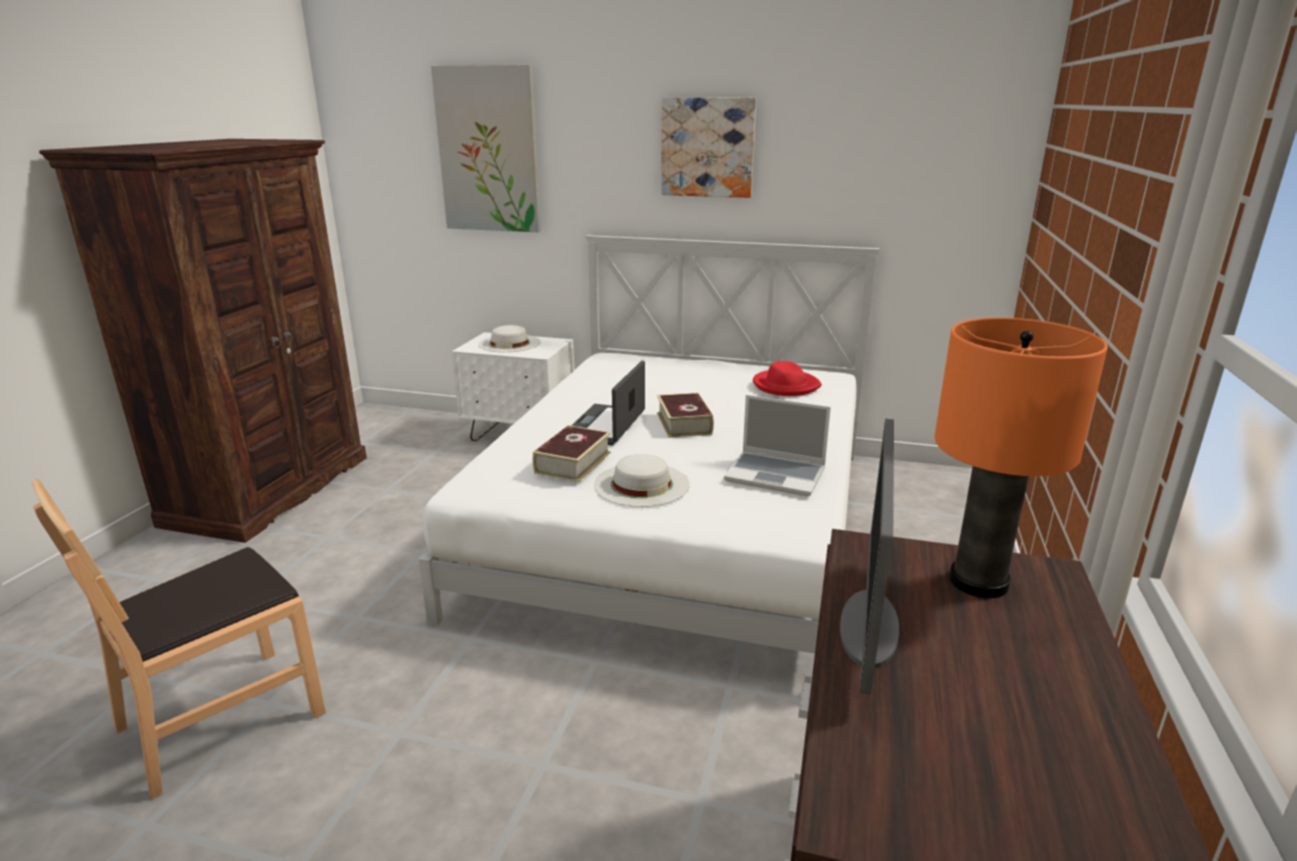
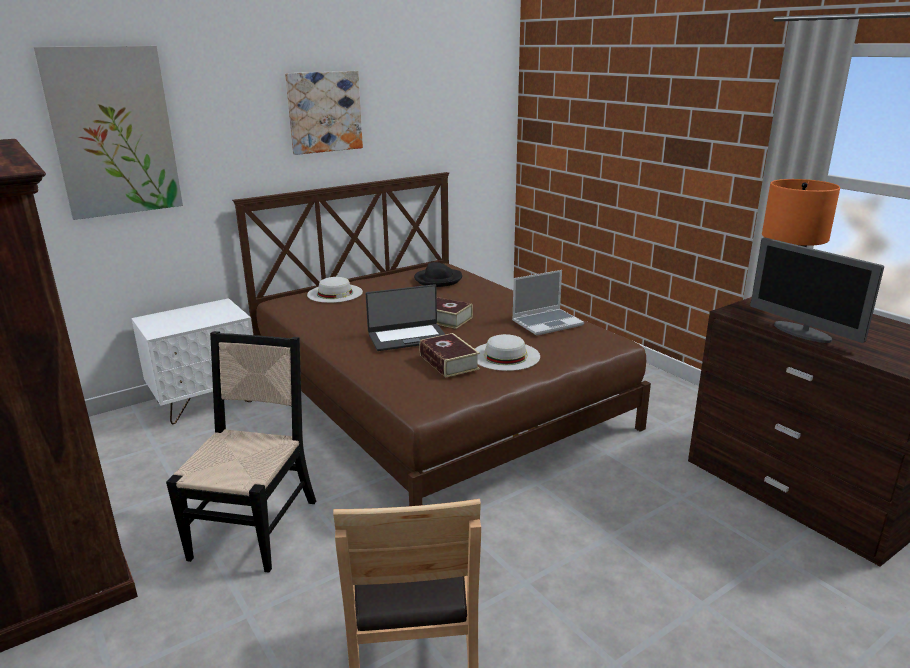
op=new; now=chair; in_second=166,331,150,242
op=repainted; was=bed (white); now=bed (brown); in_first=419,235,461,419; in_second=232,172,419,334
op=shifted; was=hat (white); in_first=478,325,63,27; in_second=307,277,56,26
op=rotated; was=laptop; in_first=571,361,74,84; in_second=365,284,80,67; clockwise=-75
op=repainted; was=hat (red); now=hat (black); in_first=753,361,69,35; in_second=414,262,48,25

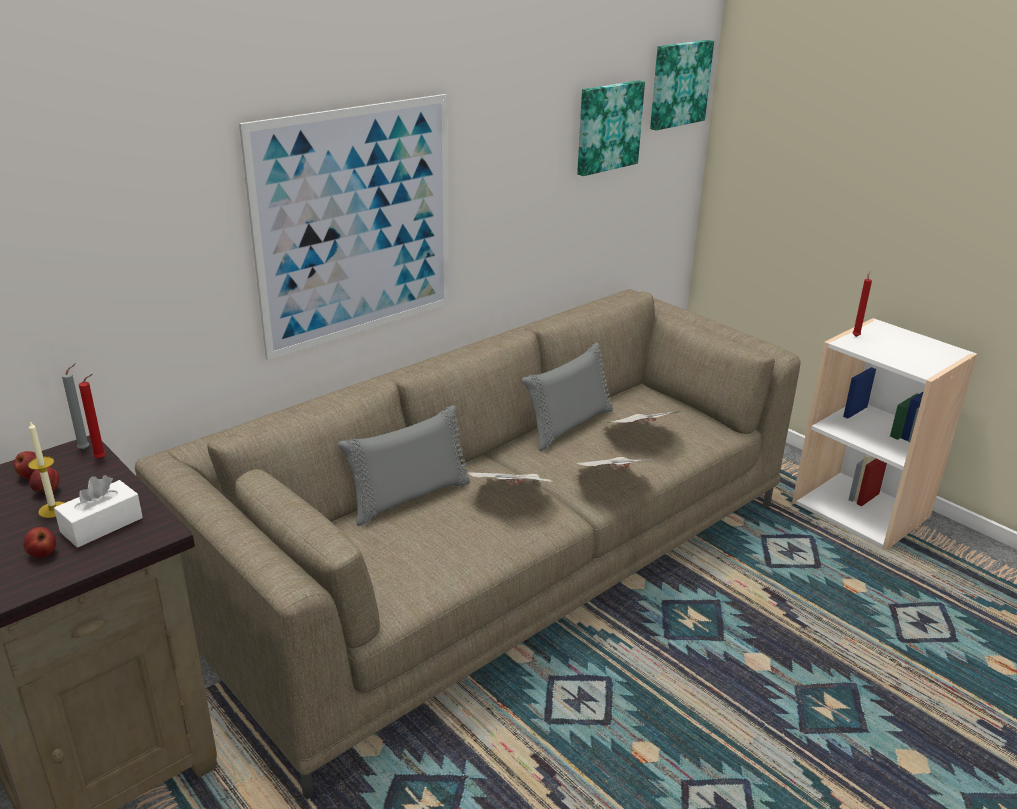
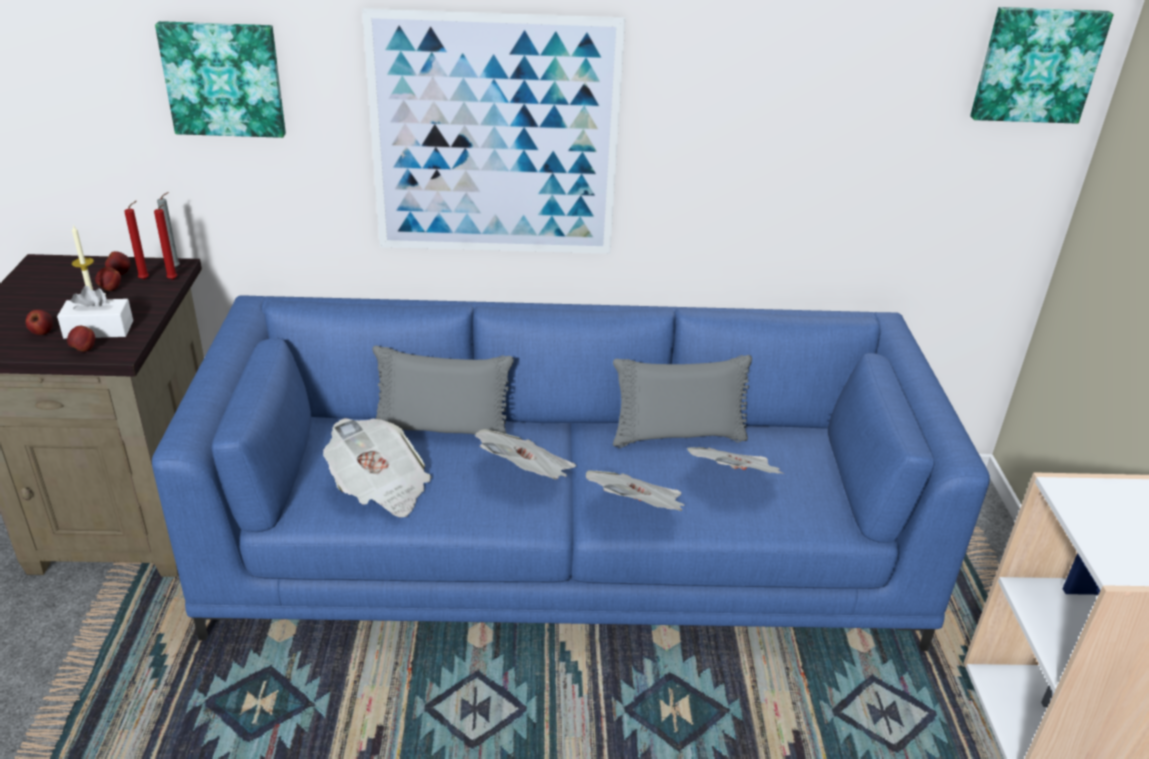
op=new; now=apple; in_second=67,326,28,26
op=shifted; was=candle (red); in_first=852,271,20,66; in_second=124,201,25,79
op=repainted; was=sofa (beige); now=sofa (blue); in_first=135,289,666,511; in_second=152,295,838,356
op=shifted; was=picture; in_first=577,80,68,96; in_second=155,21,131,117
op=new; now=newspaper; in_second=323,418,108,100

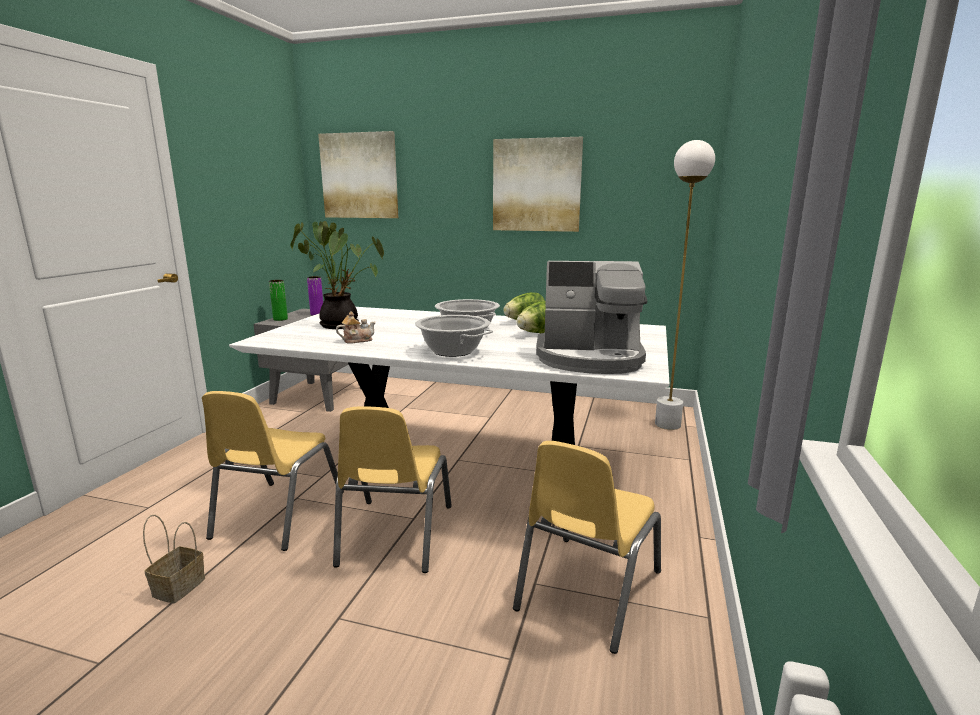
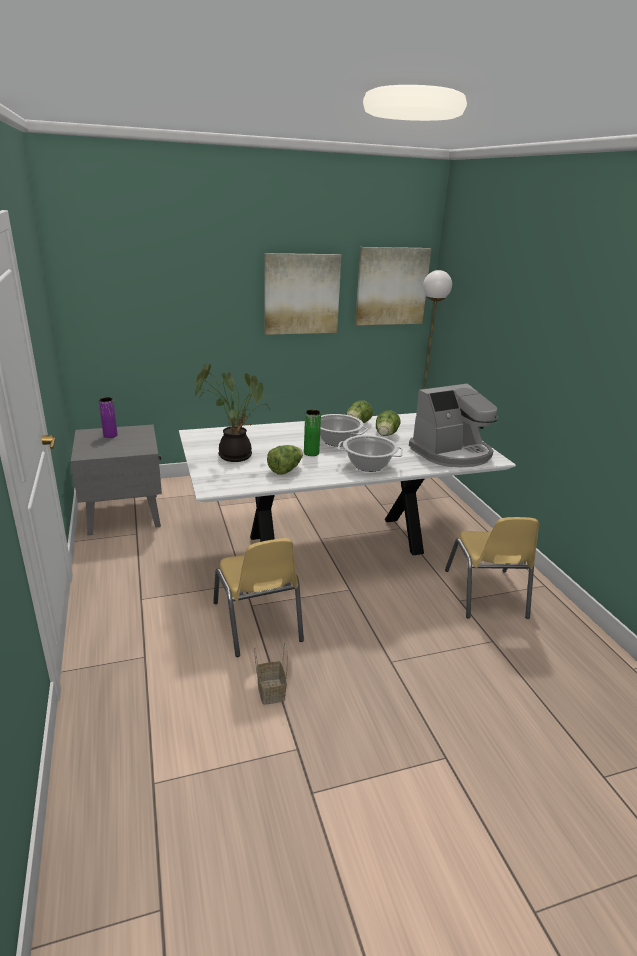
op=swapped; was=teapot; now=lettuce; in_first=336,311,40,33; in_second=267,445,36,30
op=shifted; was=vase (green); in_first=269,280,19,41; in_second=304,410,17,46
op=shifted; was=picture; in_first=318,131,80,87; in_second=355,247,76,78
op=gone; was=chair (yellow); in_first=333,406,119,167

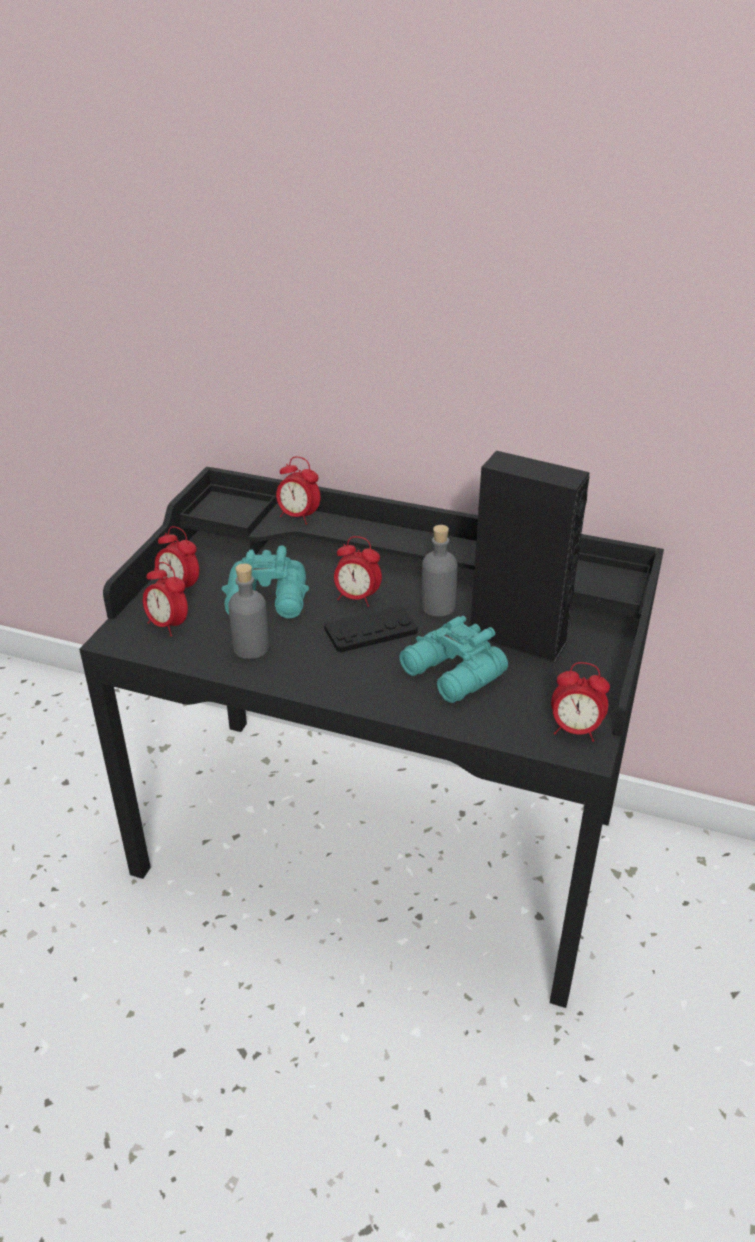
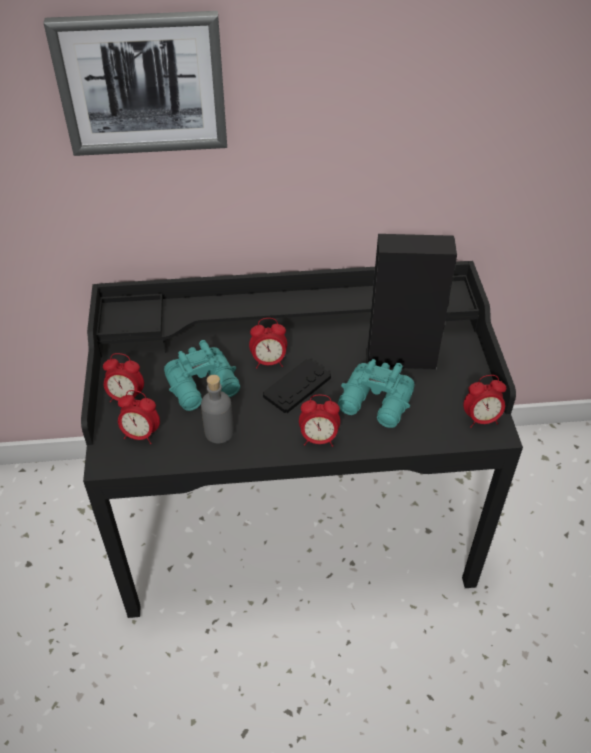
op=new; now=picture; in_second=43,11,184,145
op=shifted; was=alarm clock; in_first=276,456,44,69; in_second=299,394,41,53
op=gone; was=bottle (grey); in_first=421,525,36,92

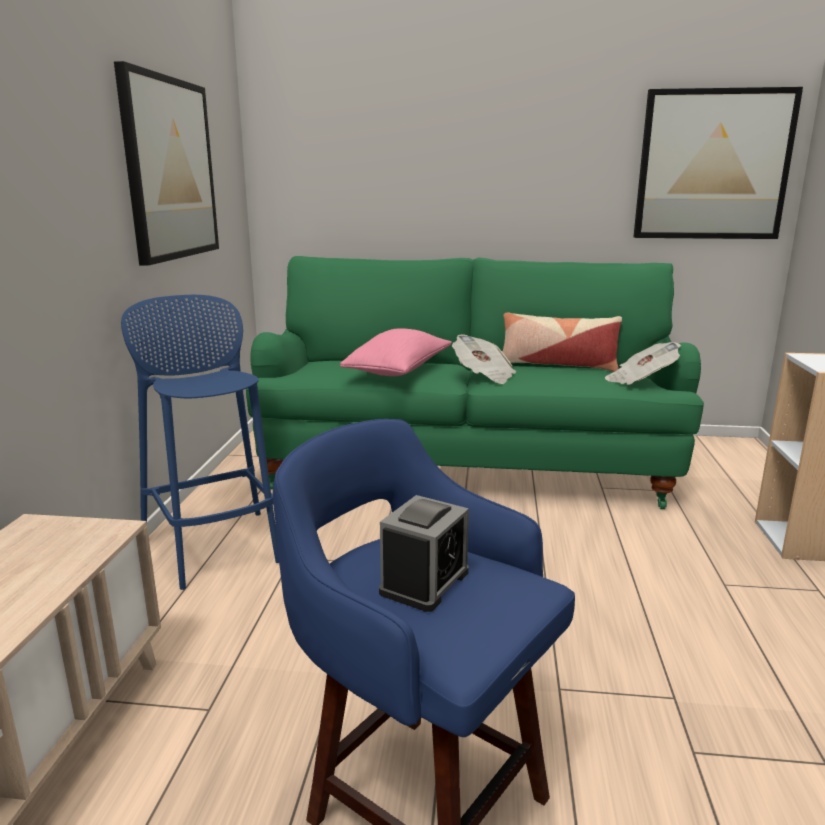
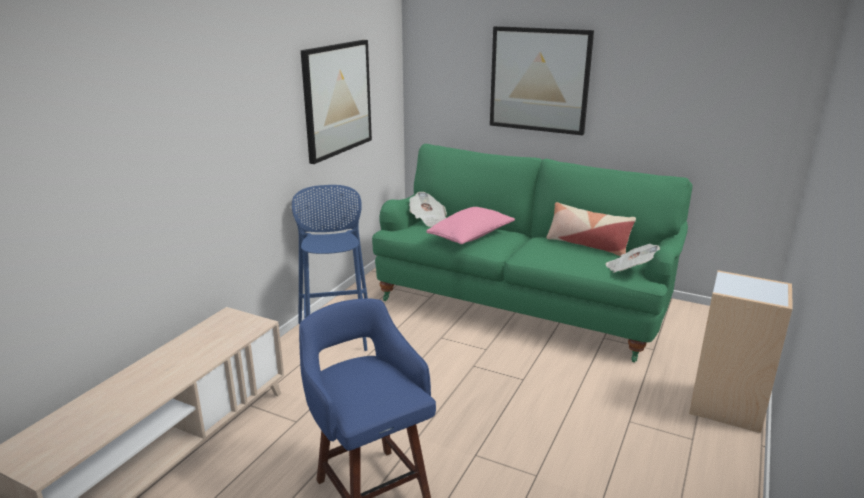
op=shifted; was=newspaper; in_first=452,334,64,50; in_second=409,192,38,35
op=shifted; was=picture; in_first=634,87,169,152; in_second=490,26,104,109
op=gone; was=alarm clock; in_first=379,495,90,117

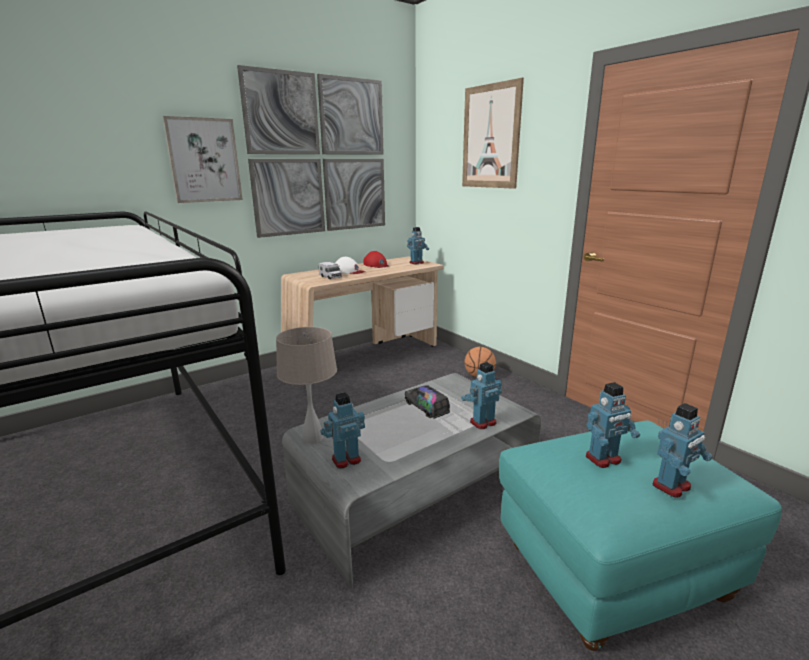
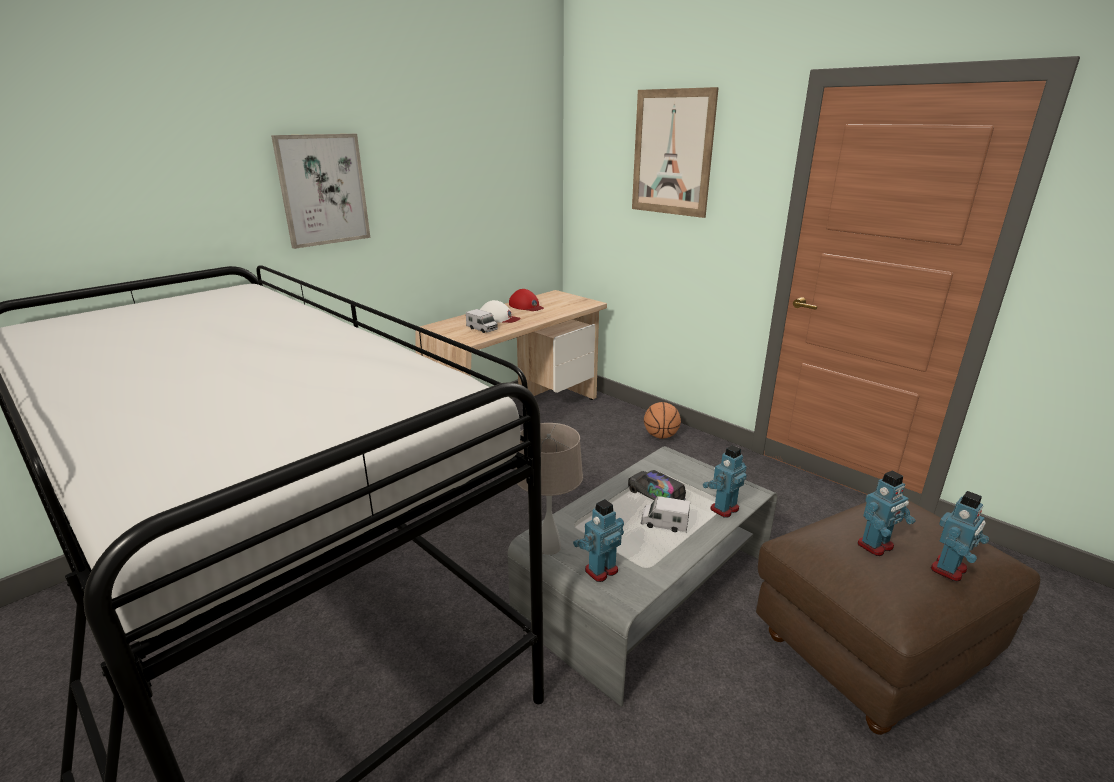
op=new; now=toy truck; in_second=641,496,49,36
op=repainted; was=ottoman (turquoise); now=ottoman (brown); in_first=499,421,283,230; in_second=756,500,284,235
op=gone; was=picture; in_first=237,65,148,173
op=gone; was=toy robot; in_first=407,227,22,38

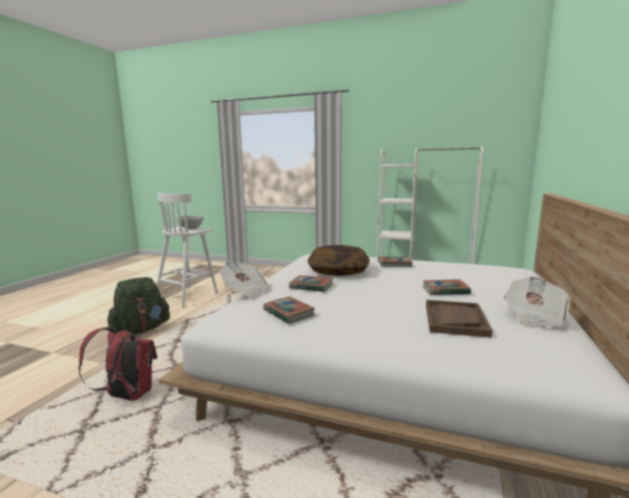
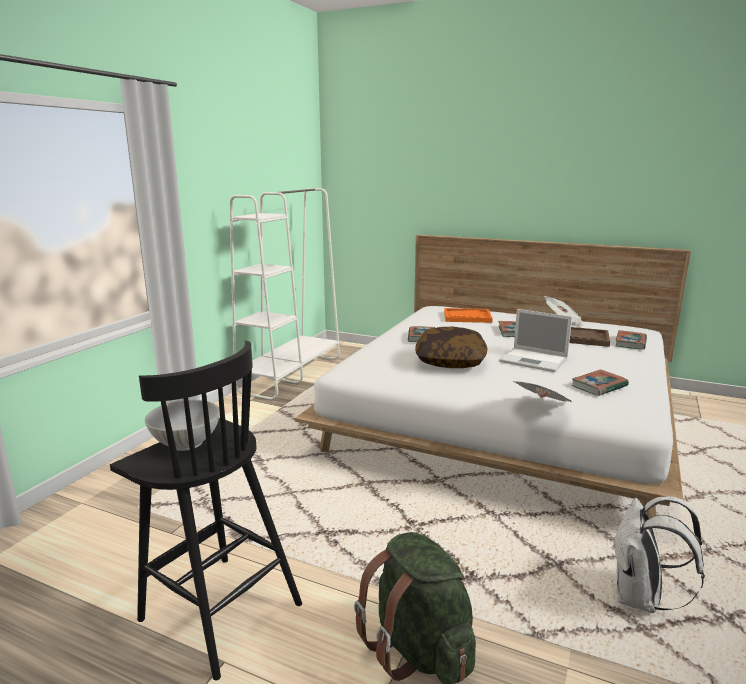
op=repainted; was=stool (white); now=stool (black); in_first=157,192,61,116; in_second=110,341,192,339
op=new; now=tray (orange); in_second=444,308,49,15
op=new; now=laptop; in_second=499,309,73,63
op=repainted; was=backpack (red); now=backpack (white); in_first=78,327,79,74; in_second=611,496,94,117
op=shifted; was=book; in_first=289,275,44,17; in_second=616,330,31,20

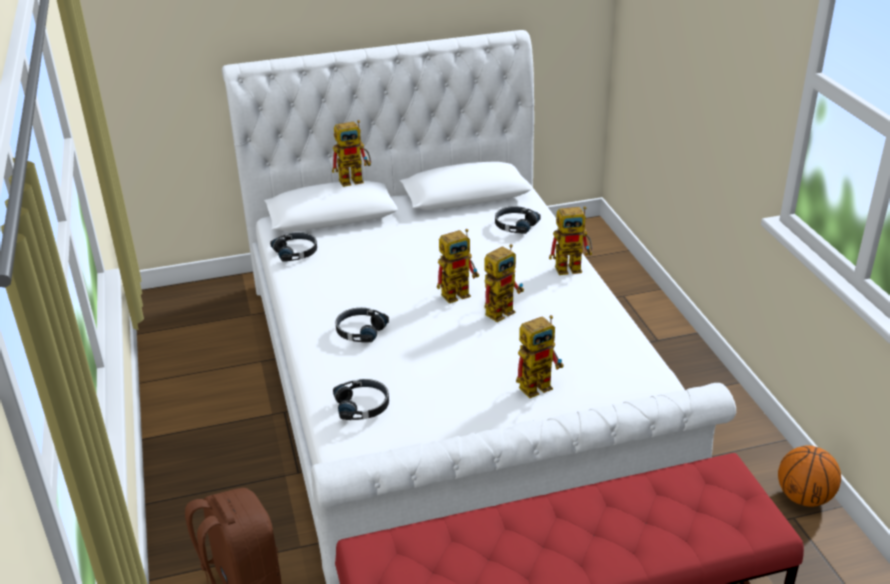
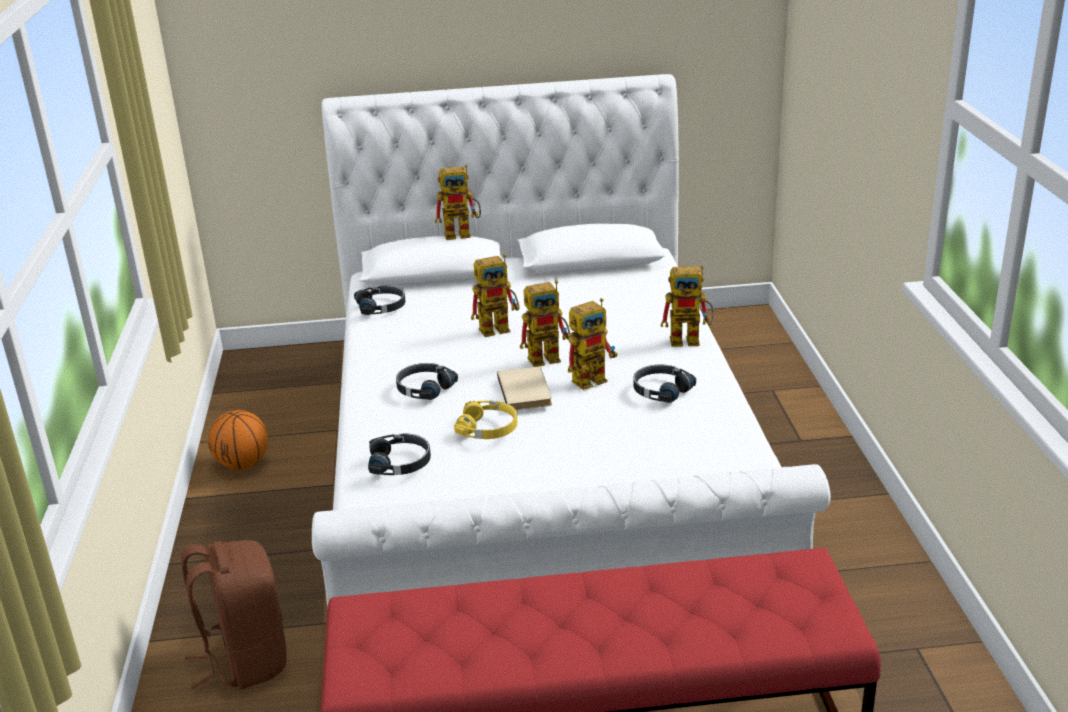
op=shifted; was=basketball; in_first=778,445,63,62; in_second=208,410,60,60
op=new; now=headphones (yellow); in_second=454,401,64,38
op=shifted; was=toy robot; in_first=516,315,48,83; in_second=471,254,49,83
op=new; now=book (beige); in_second=497,366,55,44
op=shifted; was=headphones (black); in_first=495,206,46,28; in_second=633,364,63,39

